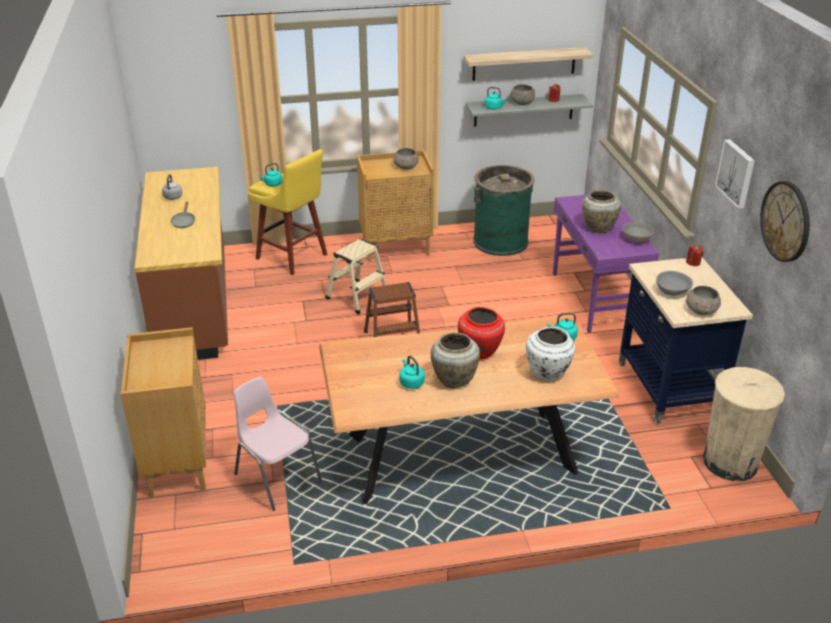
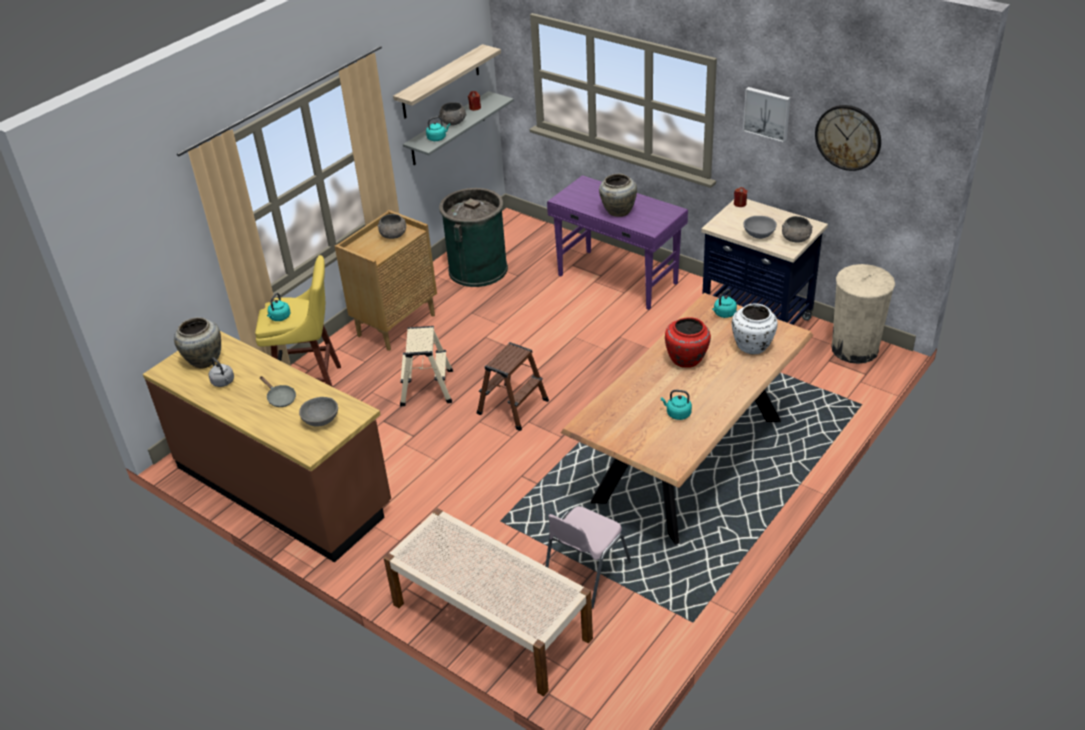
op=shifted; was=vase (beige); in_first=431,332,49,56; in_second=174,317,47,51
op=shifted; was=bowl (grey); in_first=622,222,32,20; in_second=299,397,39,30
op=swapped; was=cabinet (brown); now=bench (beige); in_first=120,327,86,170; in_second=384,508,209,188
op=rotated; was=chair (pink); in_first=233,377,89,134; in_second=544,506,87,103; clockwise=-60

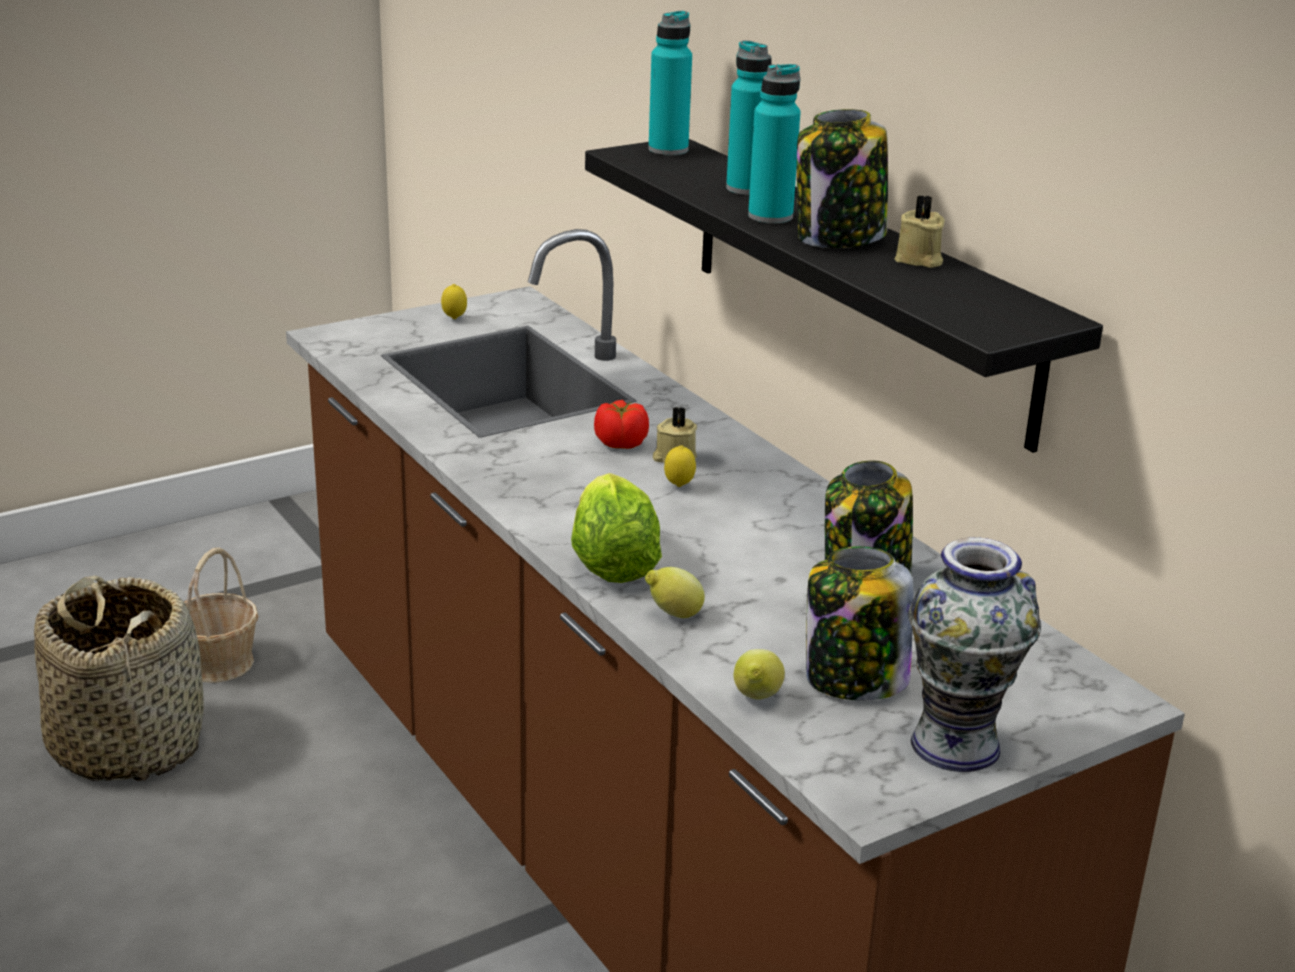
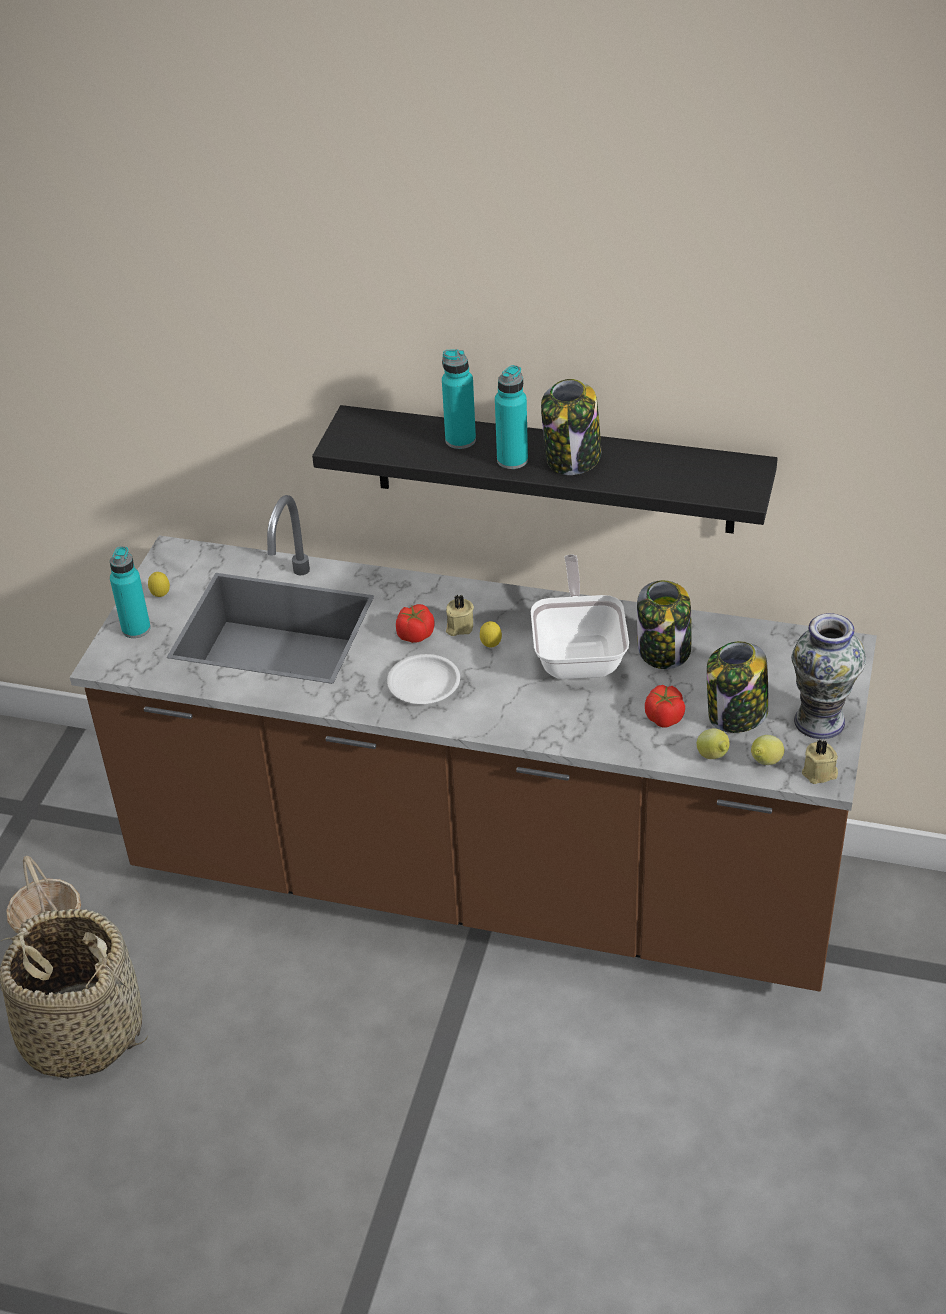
op=shifted; was=bottle (turquoise); in_first=648,11,44,144; in_second=110,546,41,92
op=new; now=plate (white); in_second=387,654,73,50
op=new; now=frying pan; in_second=531,555,98,124
op=new; now=tomato; in_second=645,685,40,42
op=shifted; was=lemon; in_first=645,567,60,51; in_second=751,735,33,30
op=shifted; was=candle (beige); in_first=894,195,51,73; in_second=802,739,36,45
op=gone; was=lettuce; in_first=571,473,91,110

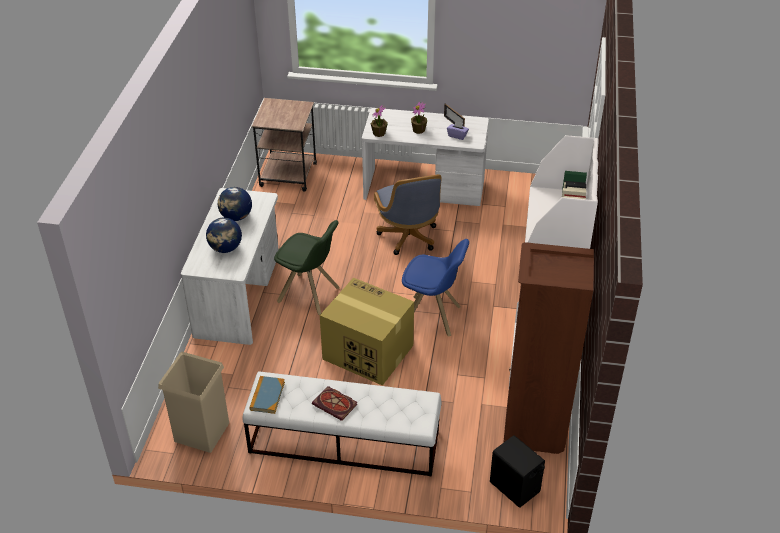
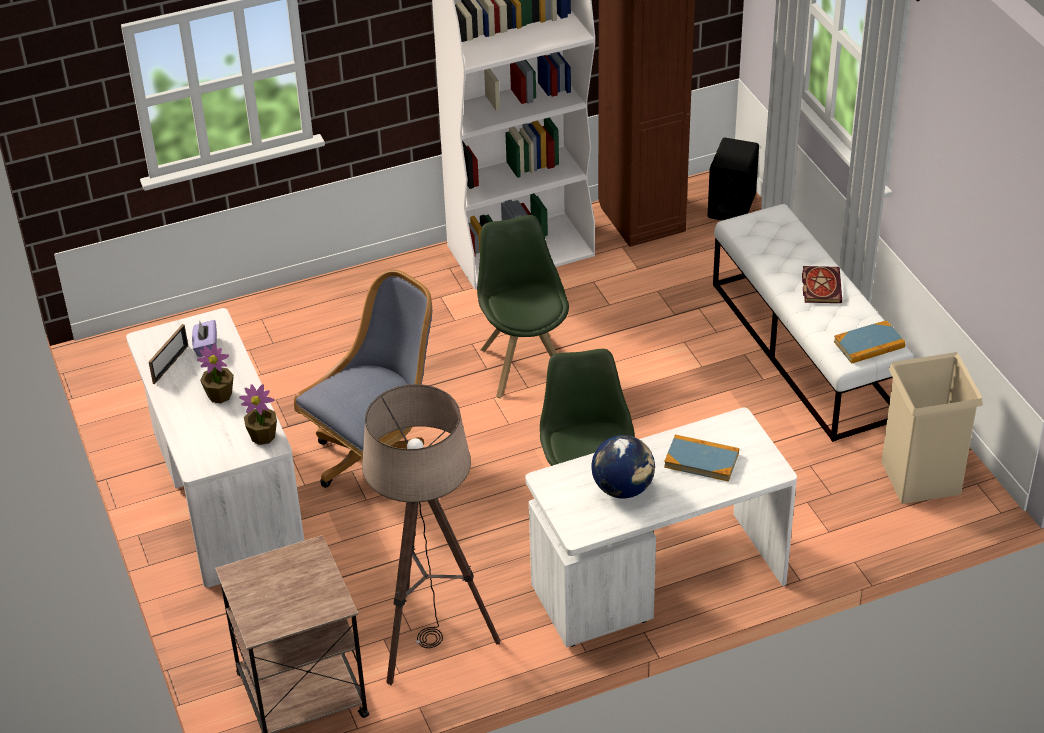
op=new; now=floor lamp; in_second=362,384,138,301
op=repainted; was=chair (blue); now=chair (green); in_first=402,239,67,98; in_second=477,215,92,183
op=swapped; was=globe; now=book; in_first=206,218,36,35; in_second=664,434,75,48
op=gone; was=cardboard box; in_first=320,278,94,108

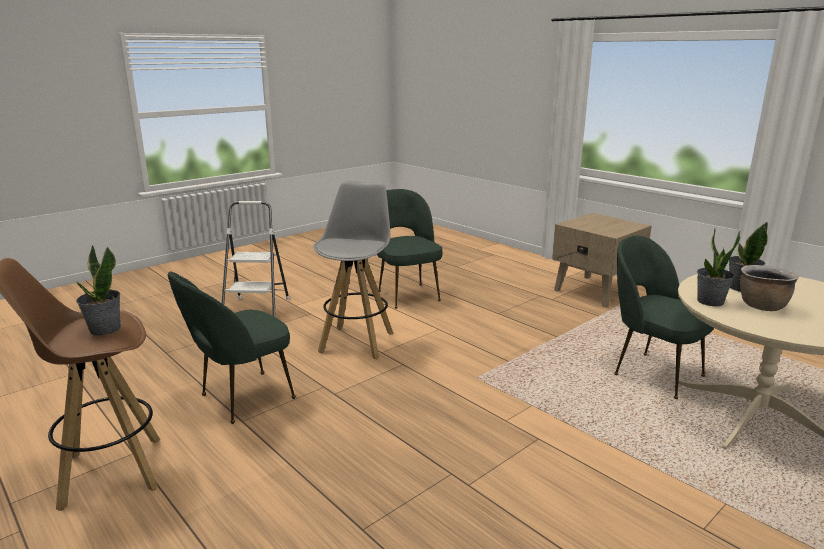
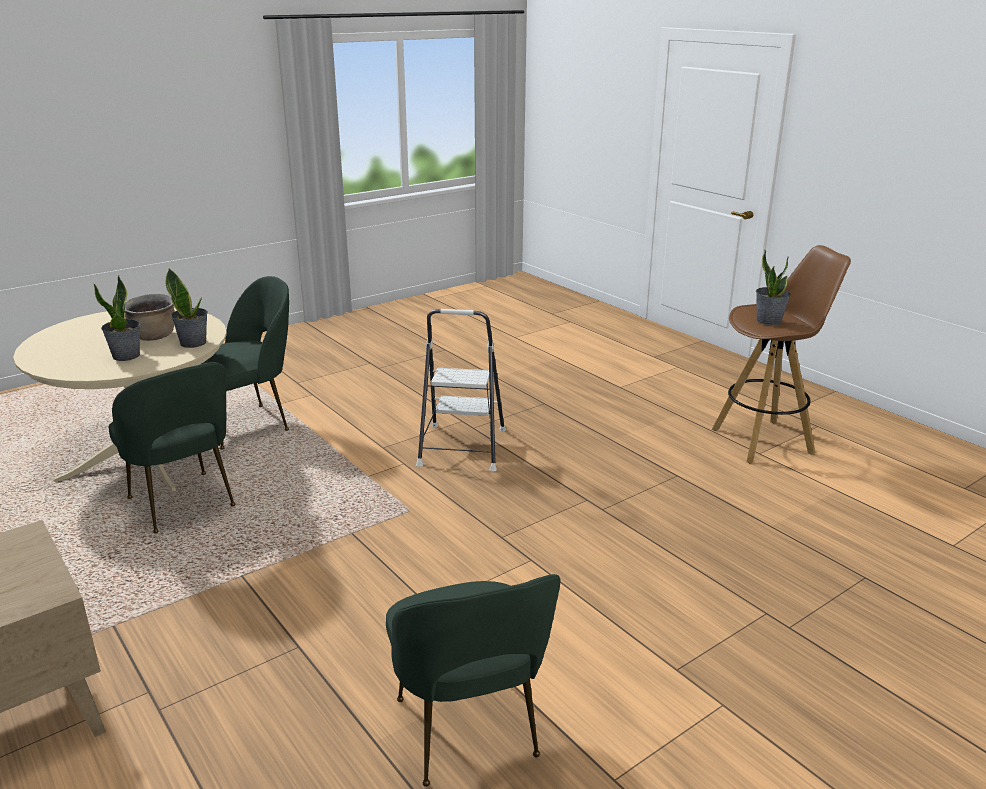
op=shifted; was=chair (green); in_first=168,271,128,153; in_second=202,276,87,174
op=shifted; was=step ladder (white); in_first=222,201,69,116; in_second=416,309,90,162
op=gone; was=stool (grey); in_first=313,181,81,178

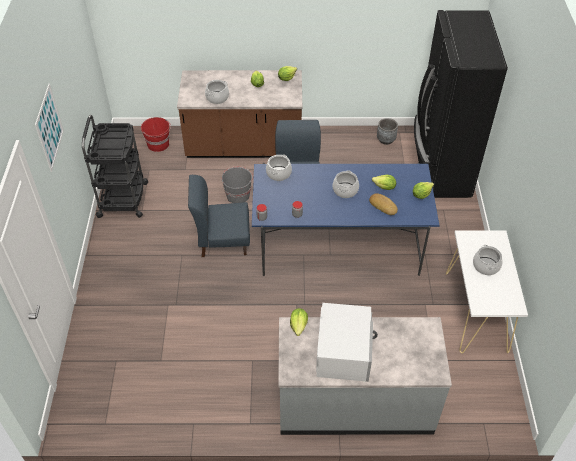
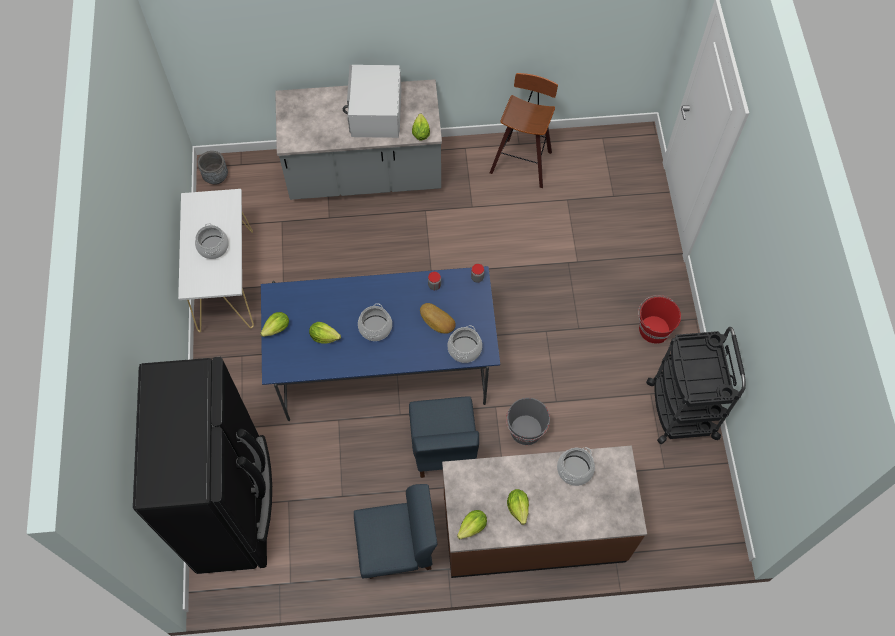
op=shifted; was=planter (grey); in_first=377,118,21,27; in_second=198,151,30,34
op=shifted; was=chair (blue); in_first=188,175,62,82; in_second=354,484,83,95
op=shifted; was=bread; in_first=369,193,29,22; in_second=420,303,36,31
op=new; now=stool; in_second=490,73,68,115
op=shifted; was=bucket (red); in_first=141,117,30,35; in_second=638,295,43,48
op=gone; was=picture; in_first=35,83,29,89

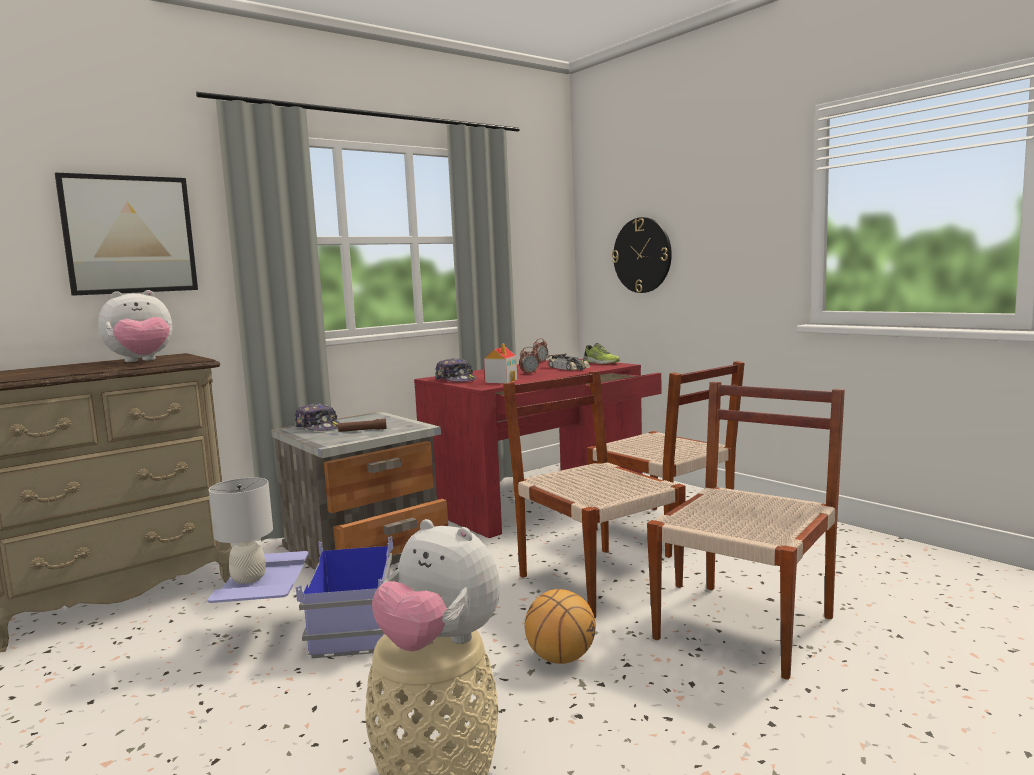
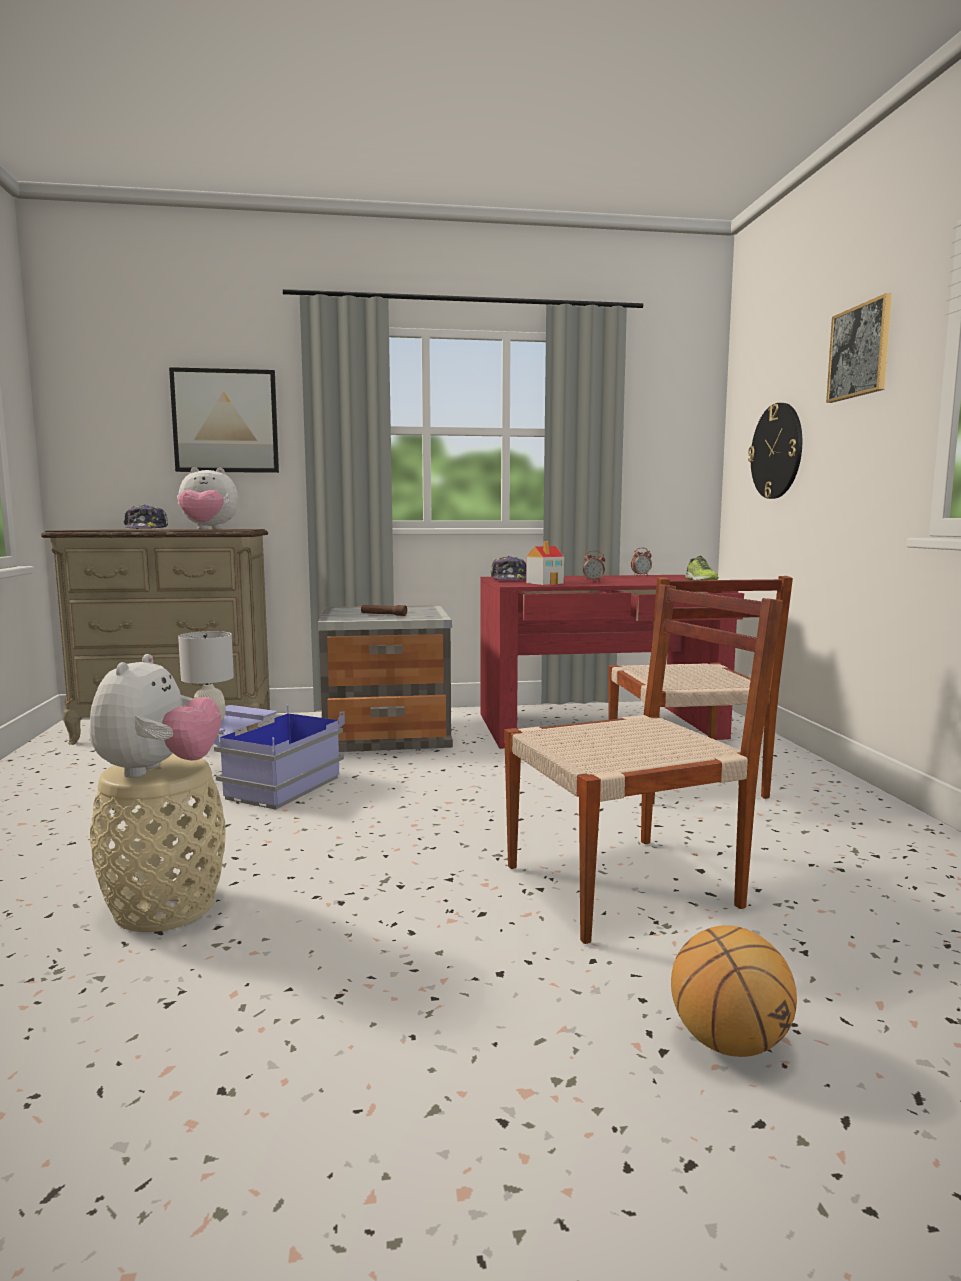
op=rotated; was=plush toy; in_first=372,519,128,132; in_second=90,654,131,124; clockwise=-150
op=shifted; was=cap; in_first=294,403,46,28; in_second=123,504,45,25
op=shifted; was=basketball; in_first=525,589,71,75; in_second=671,925,126,132
op=new; now=picture; in_second=826,293,66,110
op=gone; was=chair; in_first=503,371,182,247
op=gone; was=toy car; in_first=548,353,42,17

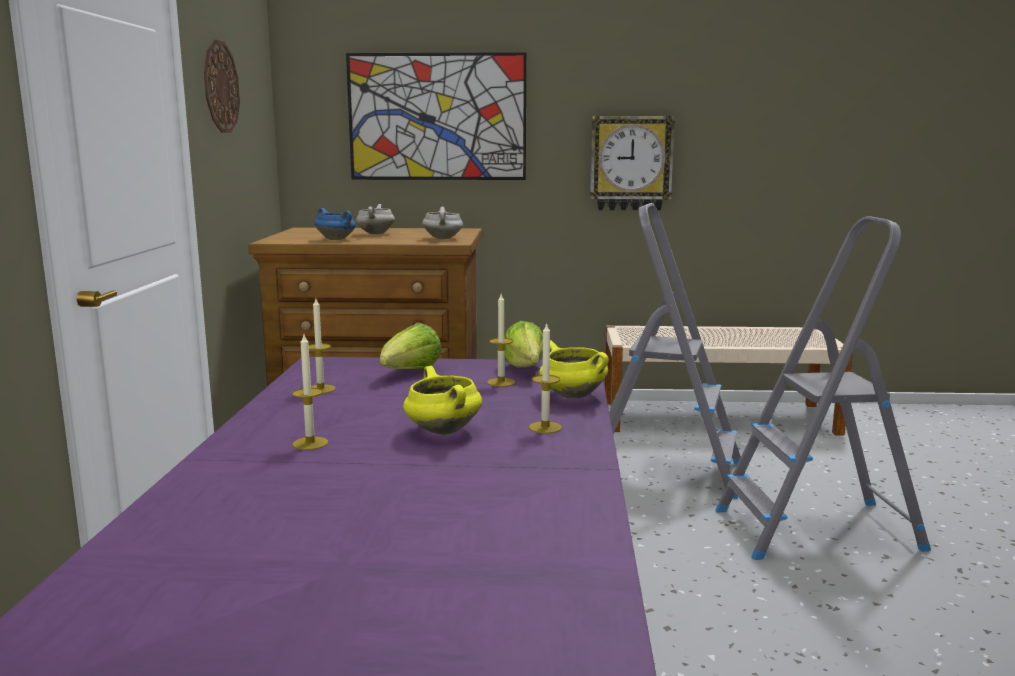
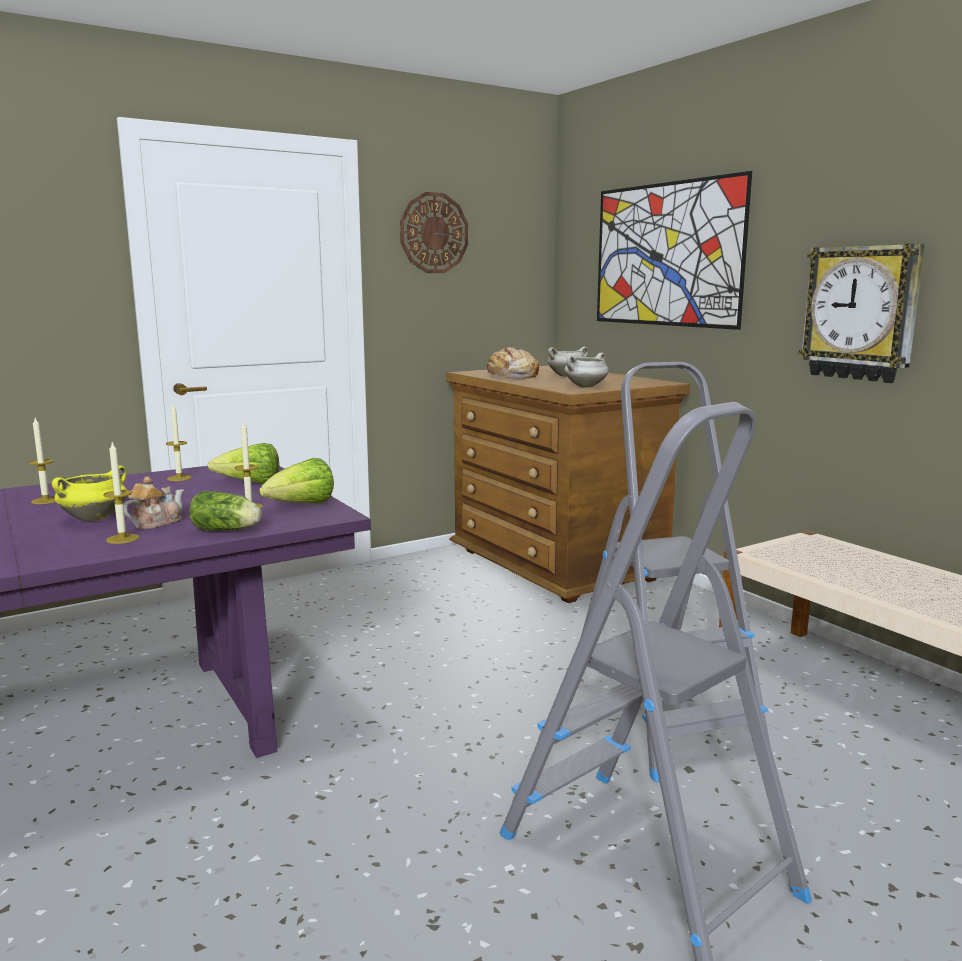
op=new; now=teapot; in_second=123,476,61,53
op=swapped; was=cooking pot (yellow); now=lettuce; in_first=539,341,70,58; in_second=190,491,72,39
op=swapped; was=cooking pot (blue); now=bread; in_first=315,208,41,32; in_second=487,347,52,32

